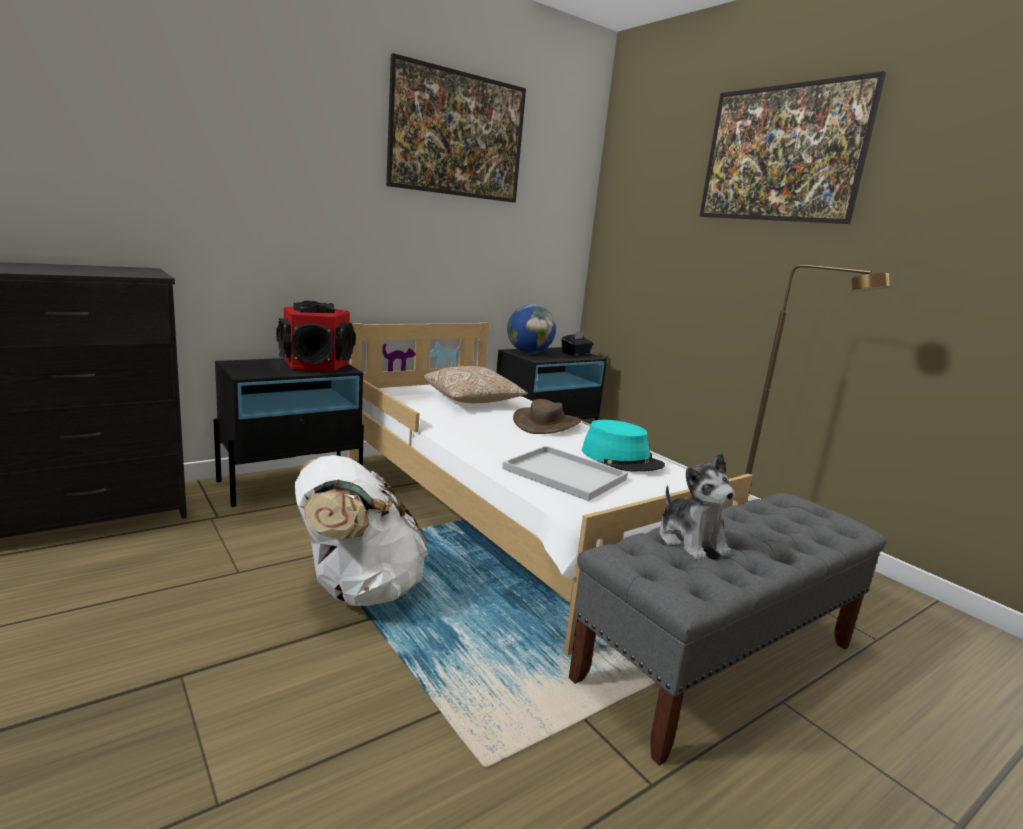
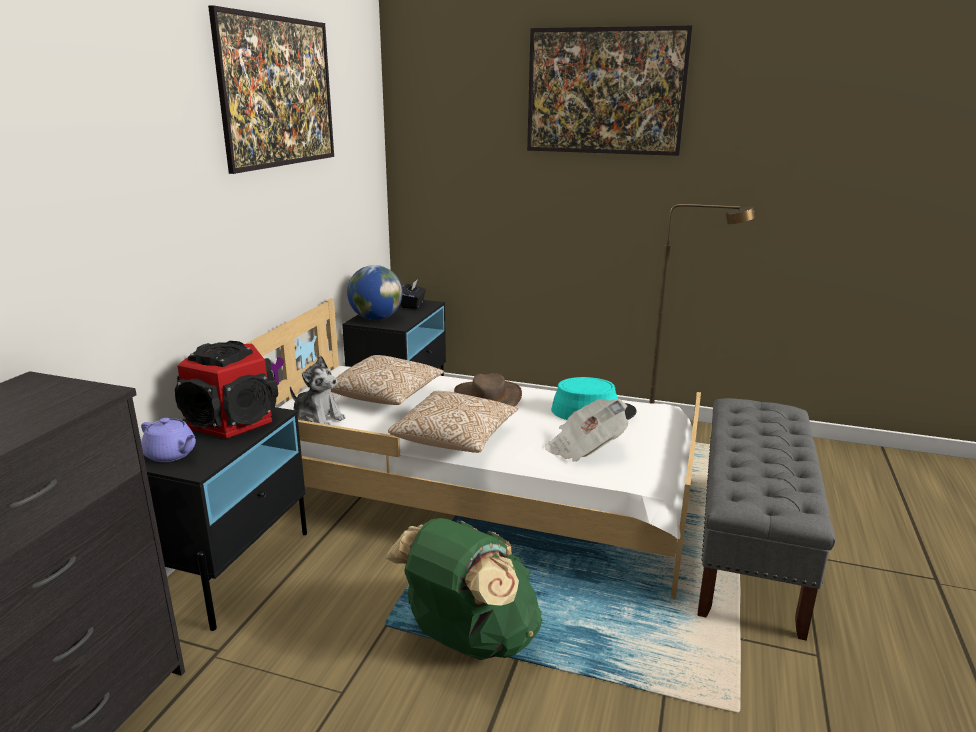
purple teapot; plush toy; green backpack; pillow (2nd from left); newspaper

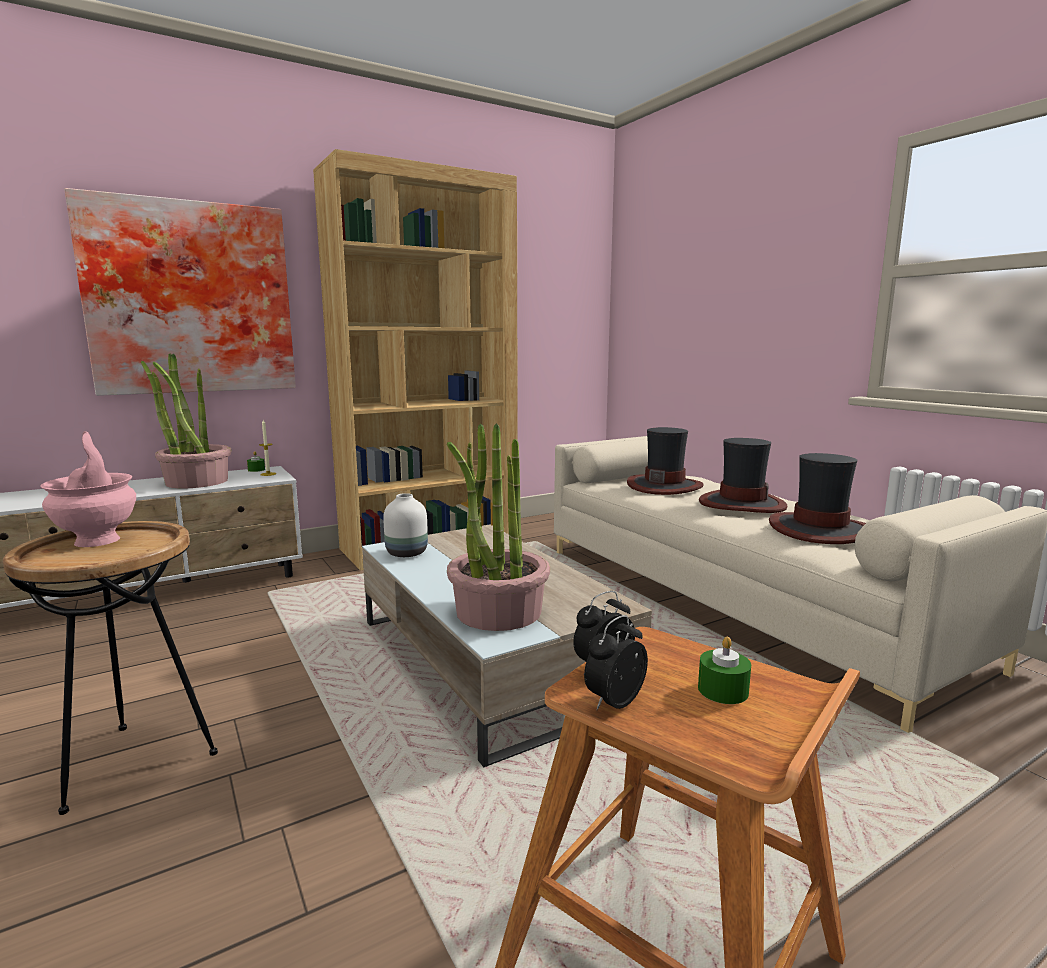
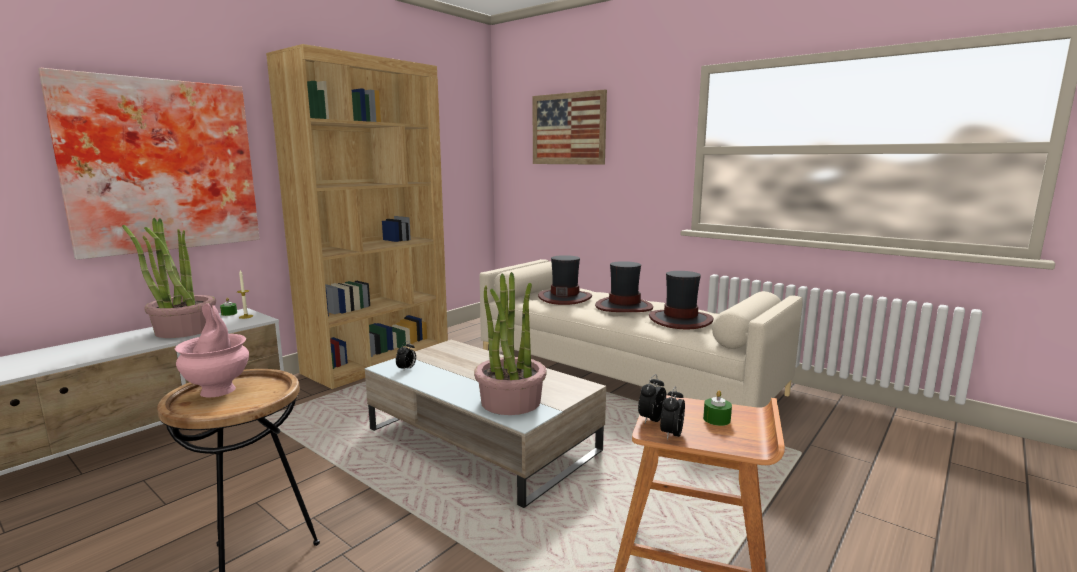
alarm clock (1st from left); picture (2nd from left)

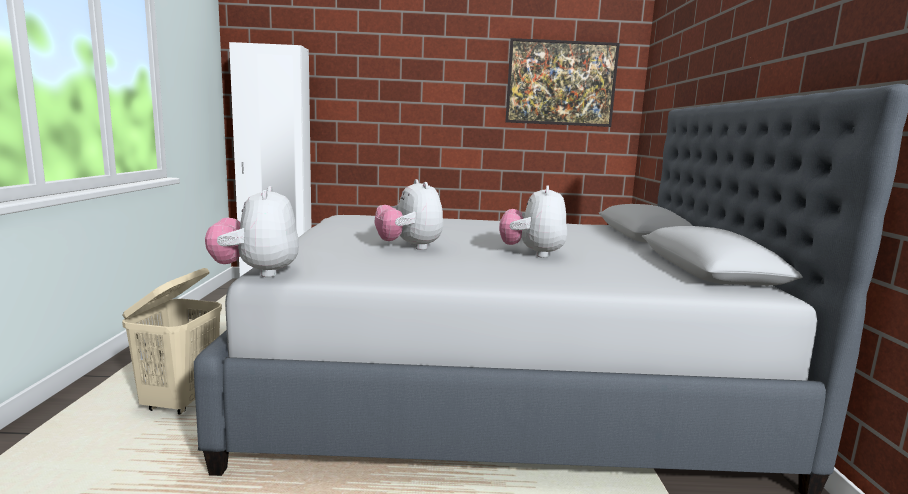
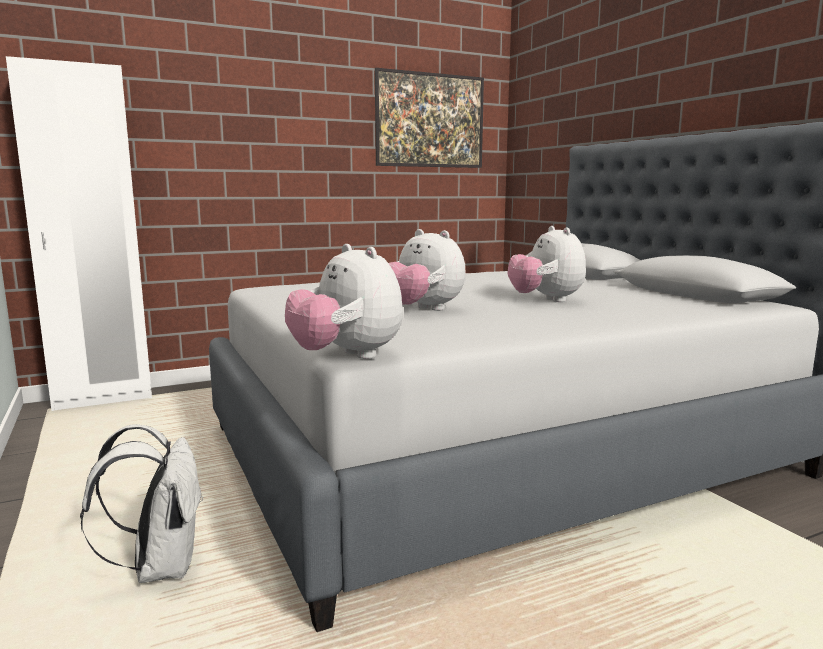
white backpack

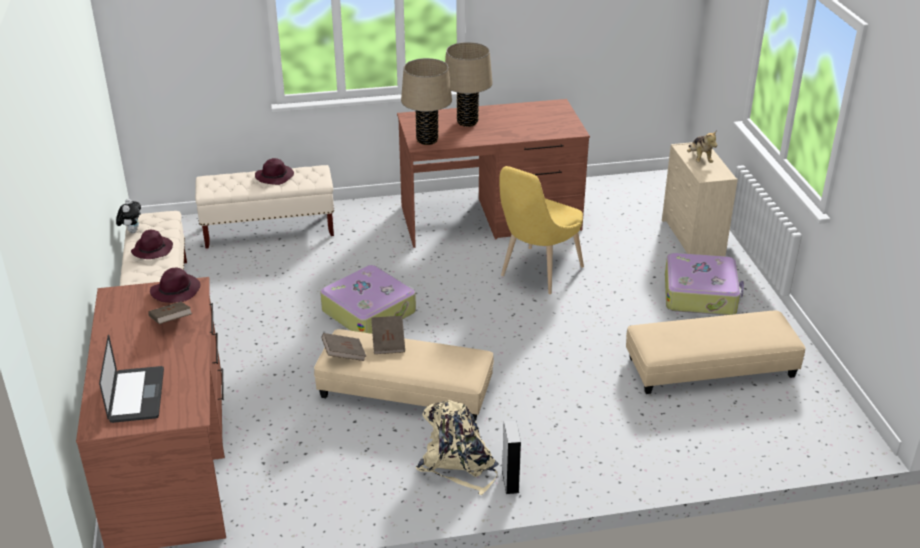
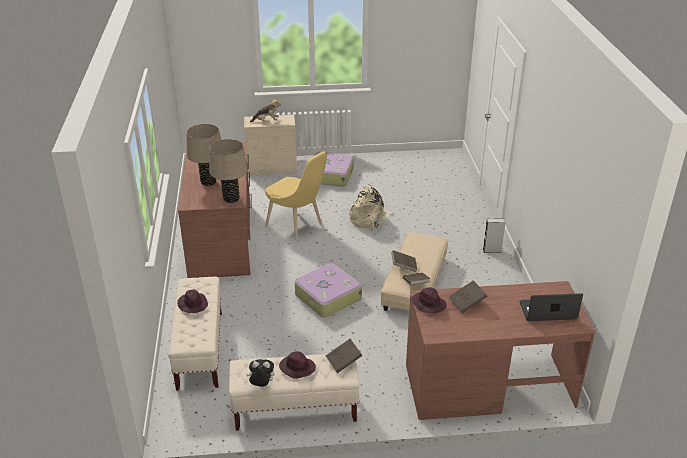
brown book (1st from left); beige backpack; beige ottoman (2nd from left in the first image)

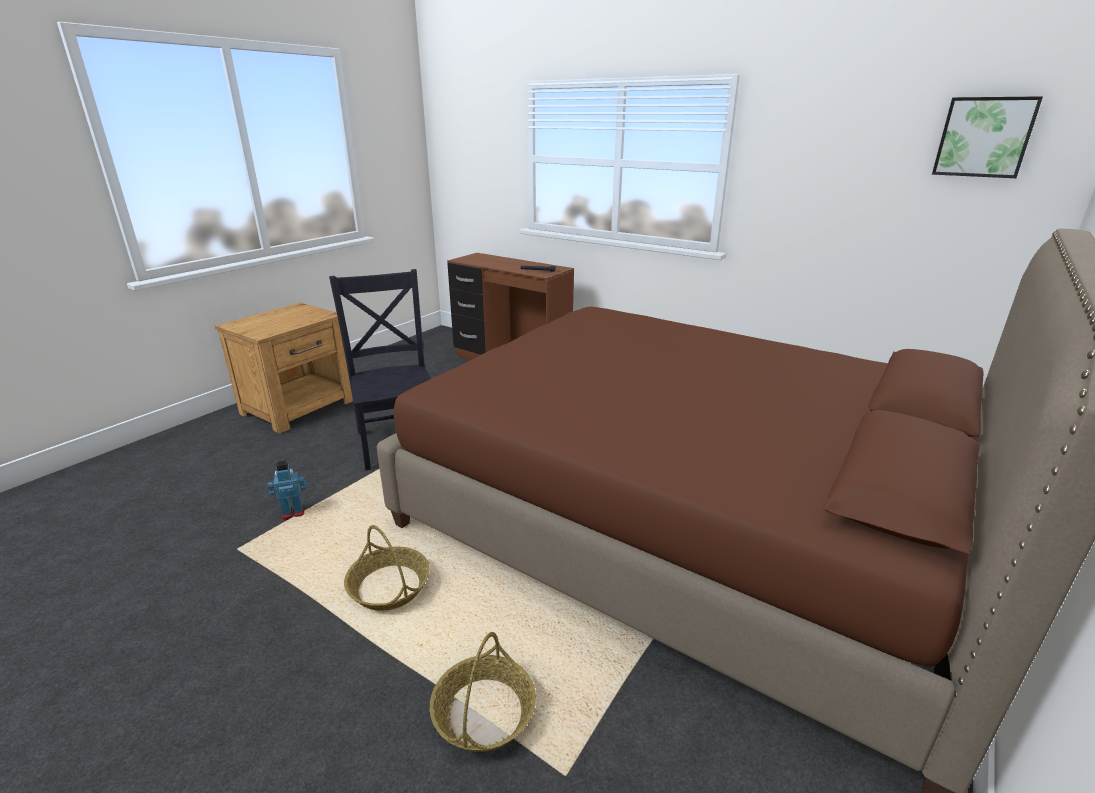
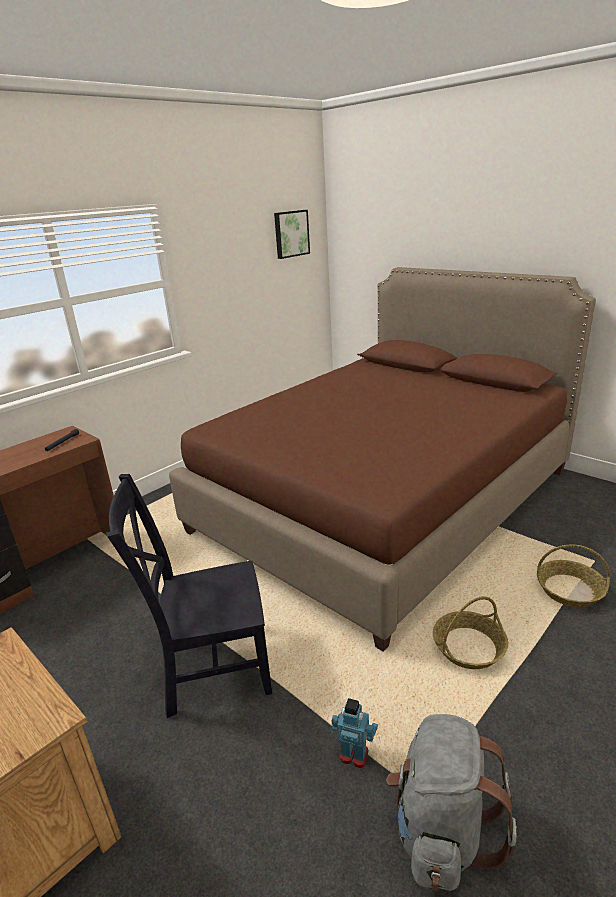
toy robot; grey backpack

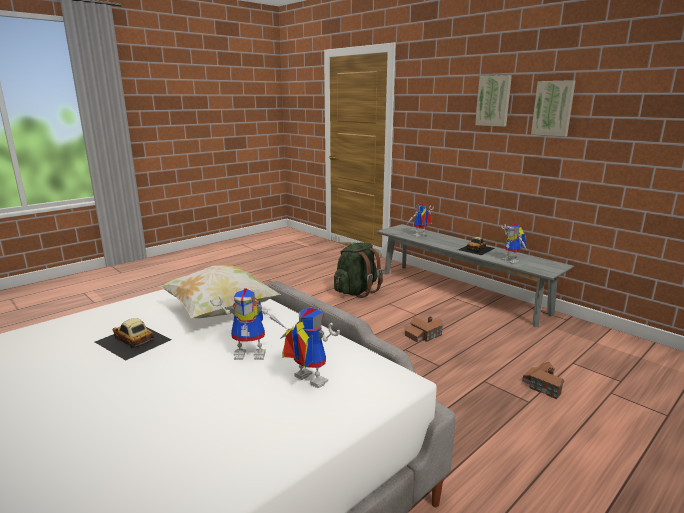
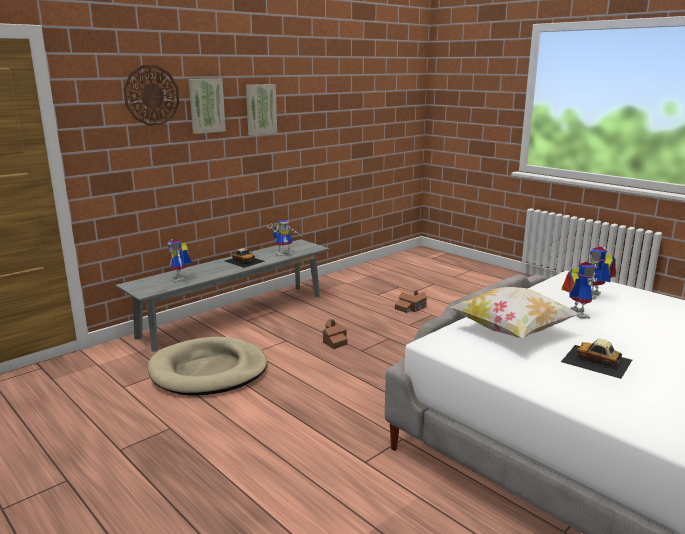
wall clock; beige dog bed; toy car (2nd from left)

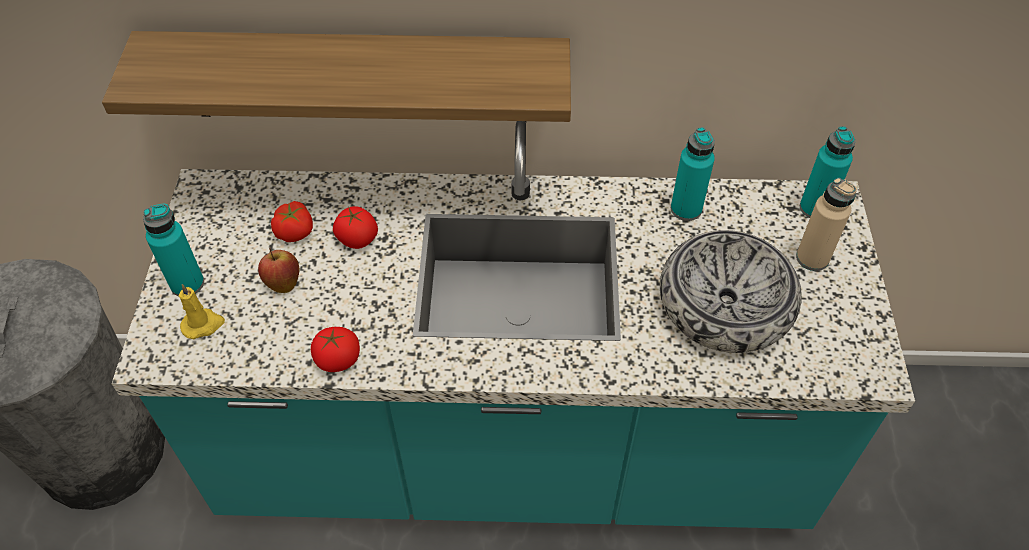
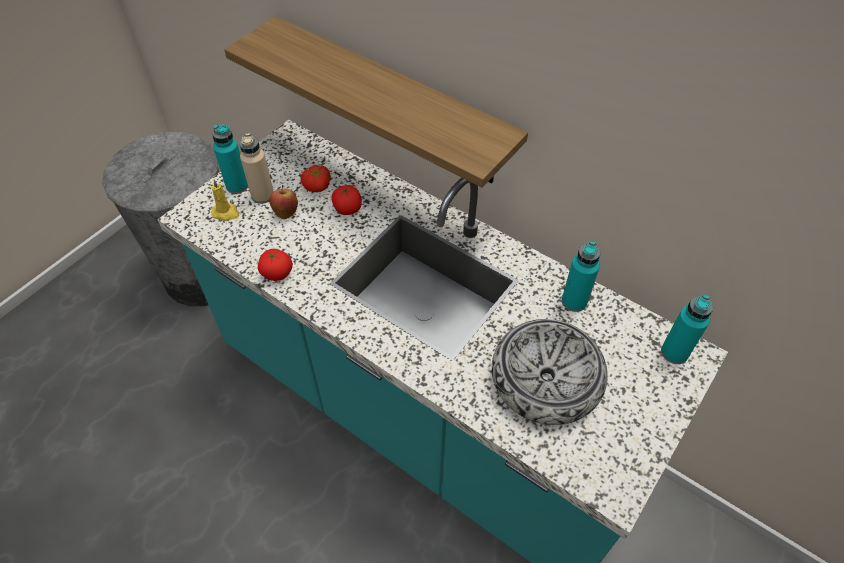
beige bottle

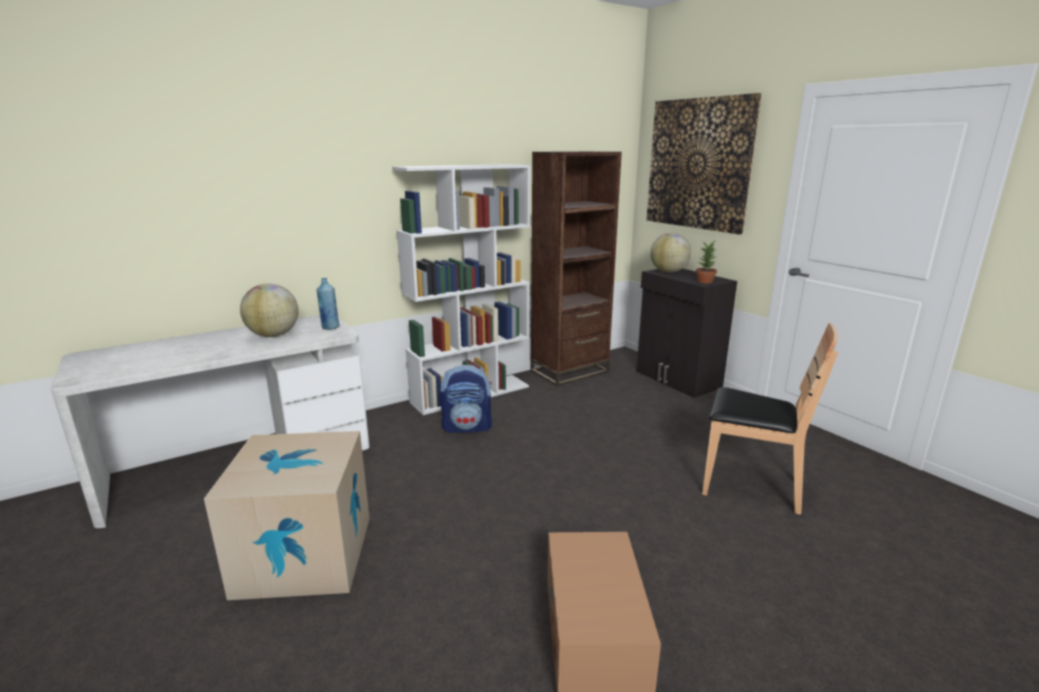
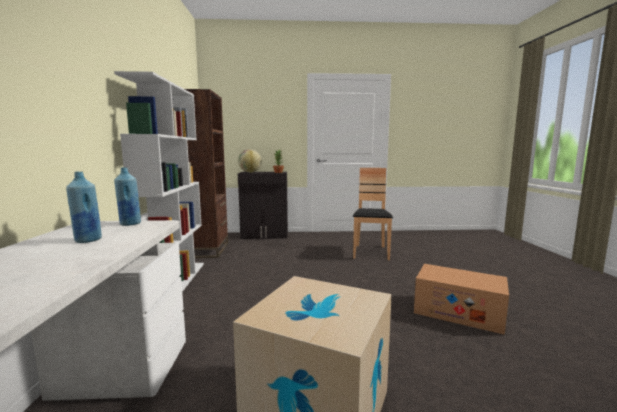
blue bottle (1st from left); brown chair; backpack; picture

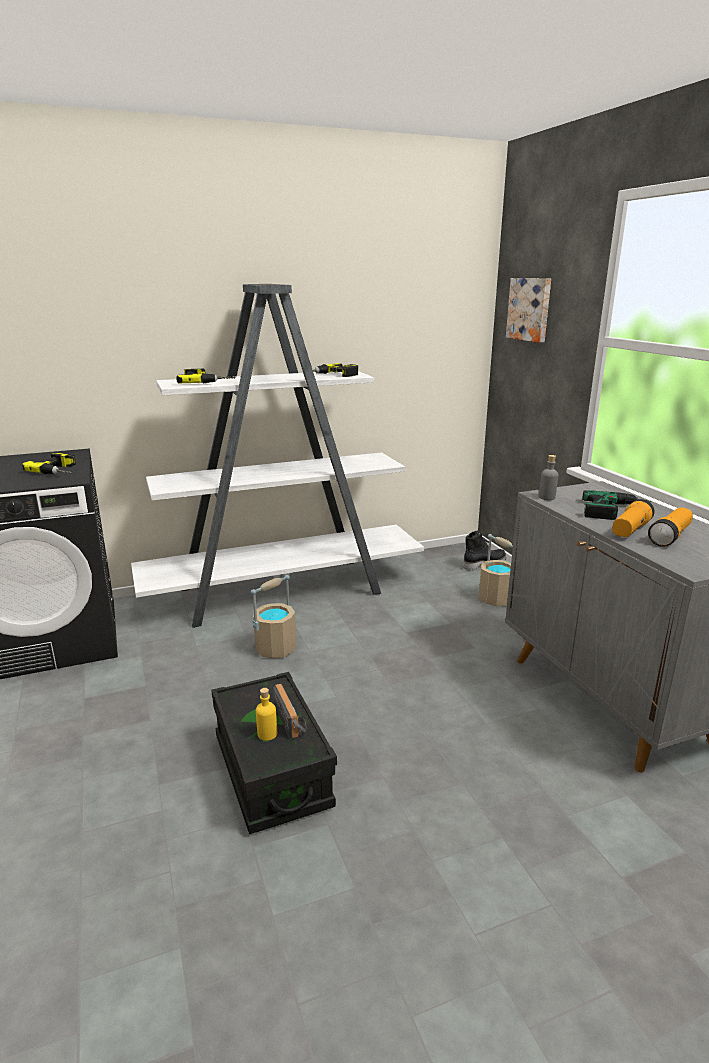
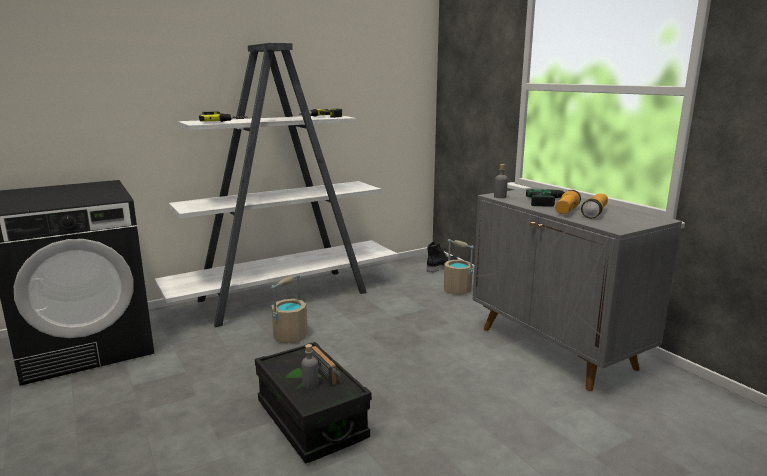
grey bottle (1st from left); power drill (1st from left in the first image); picture

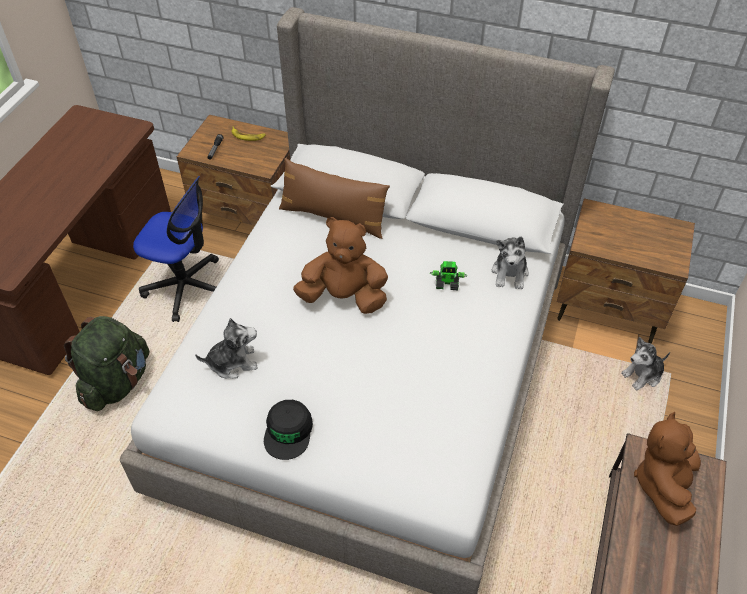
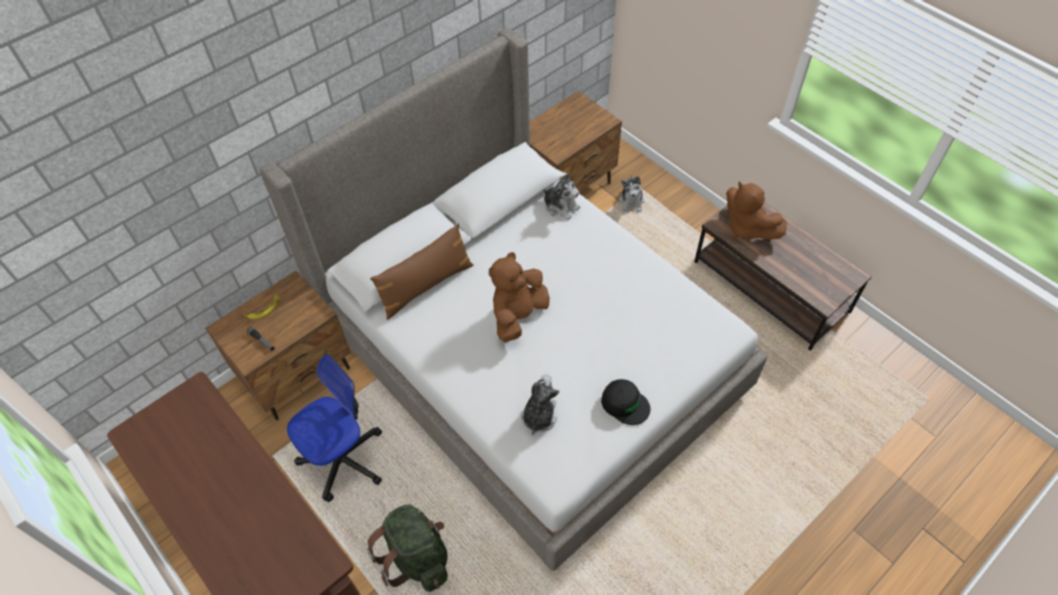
toy robot

